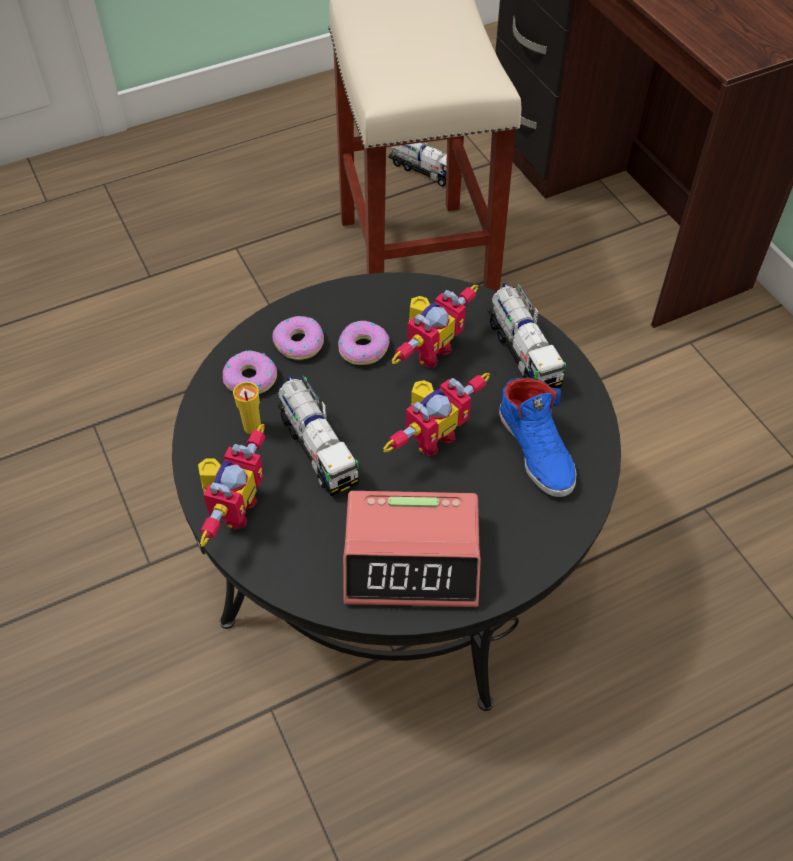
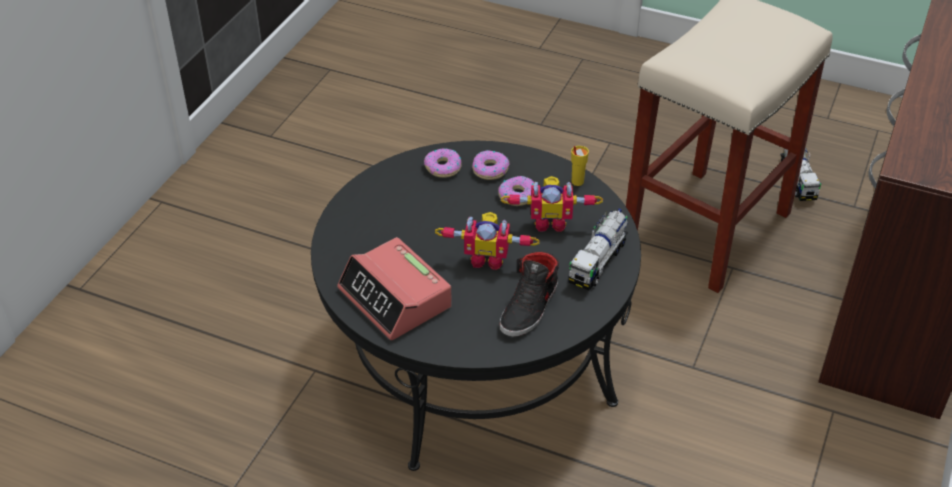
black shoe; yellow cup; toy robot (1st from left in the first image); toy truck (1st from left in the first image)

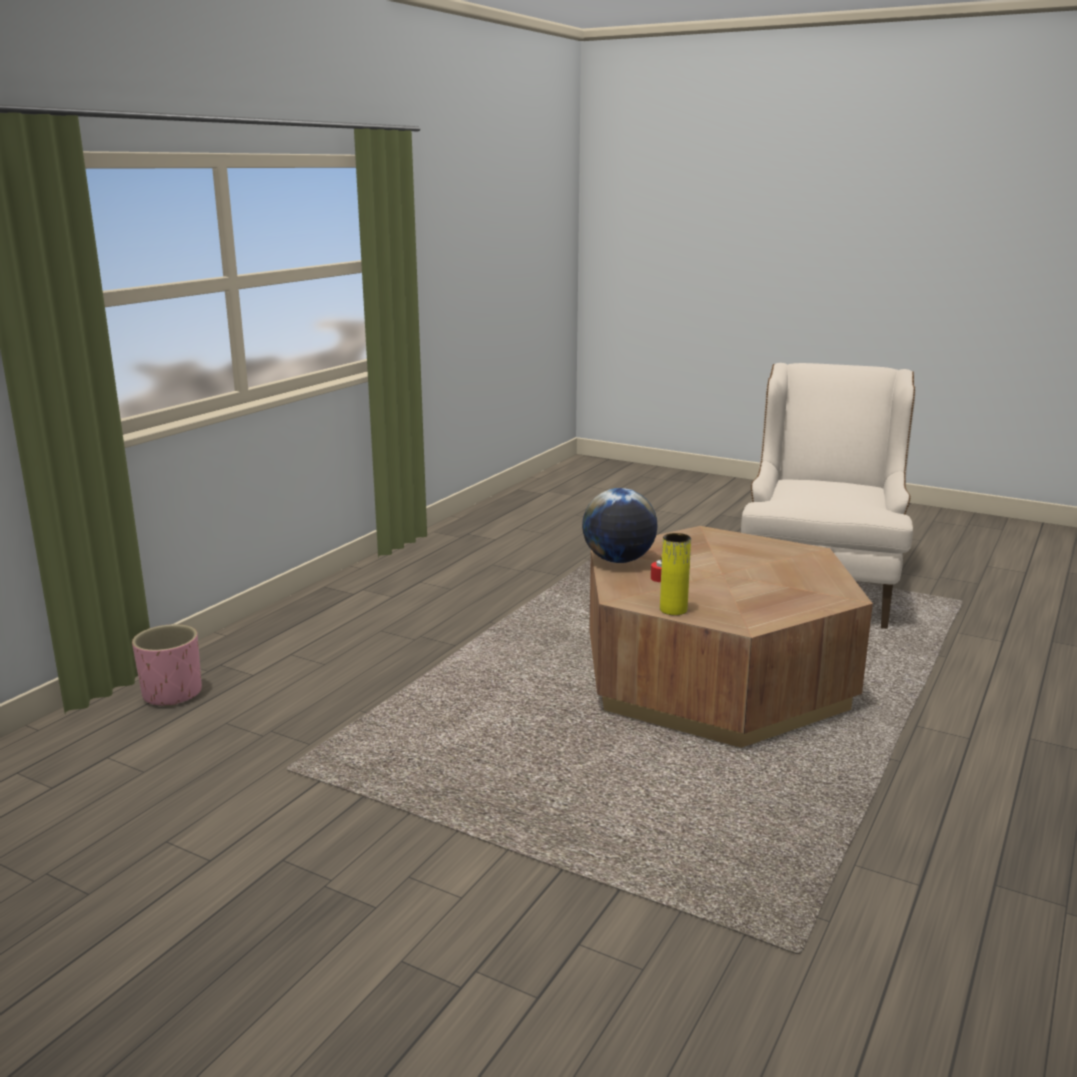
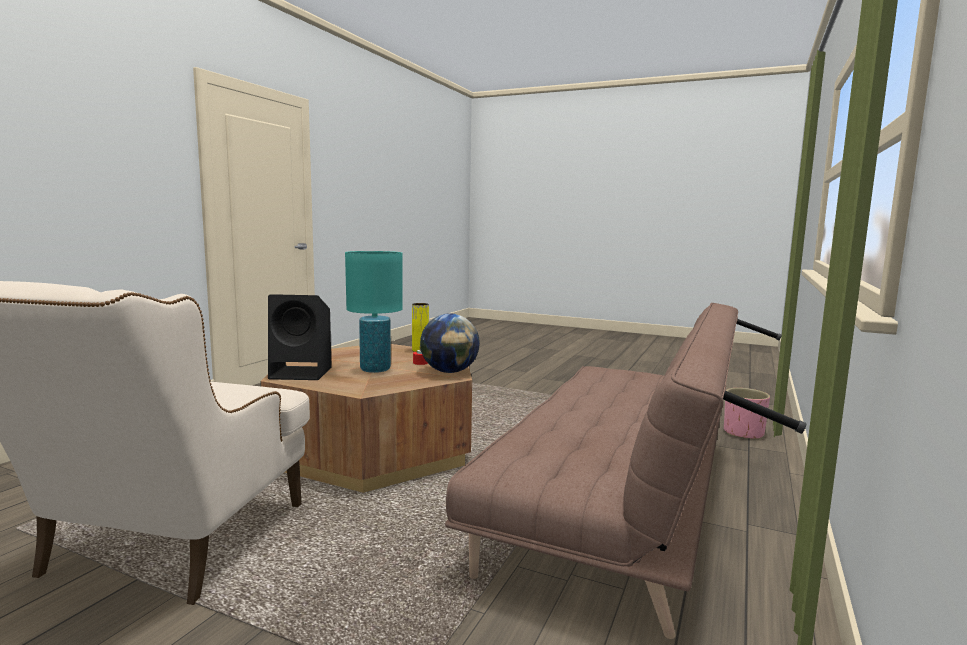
black speaker; turquoise table lamp; brown sofa

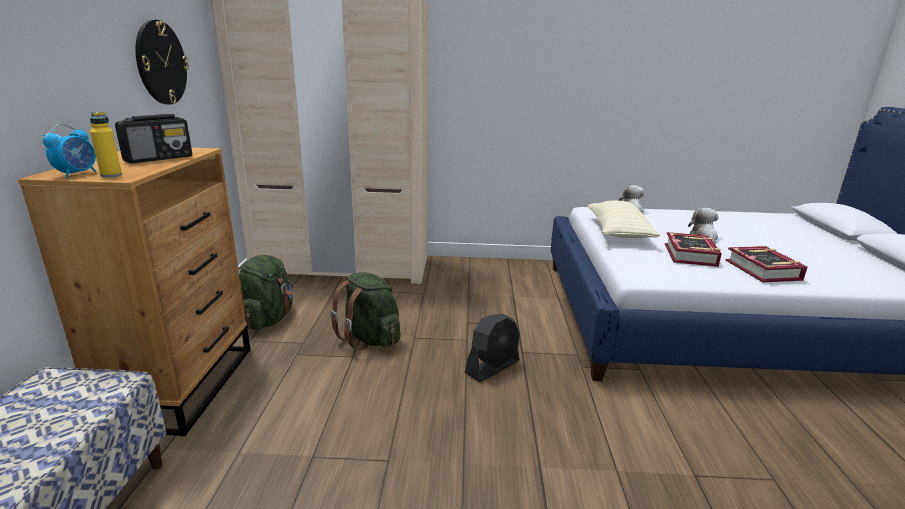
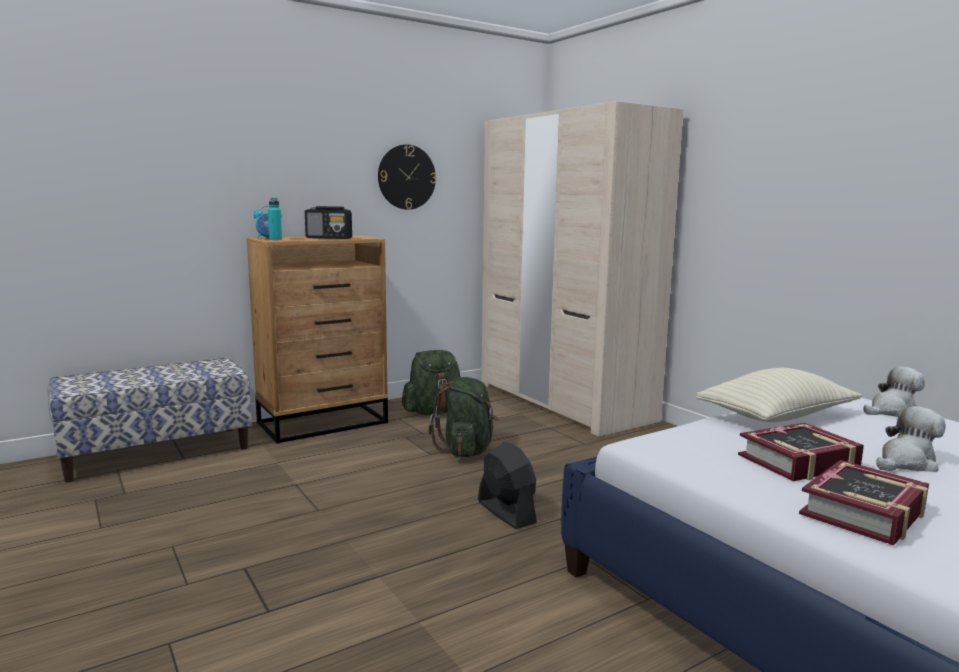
turquoise bottle; black fan

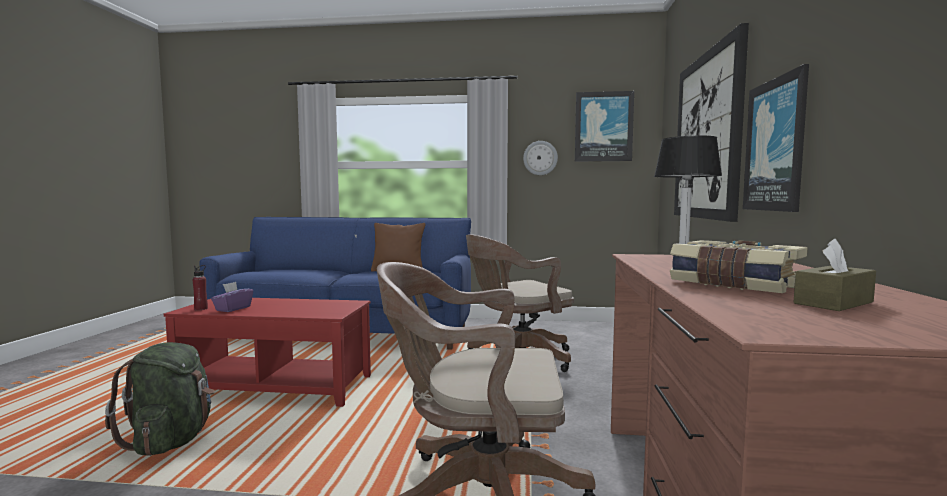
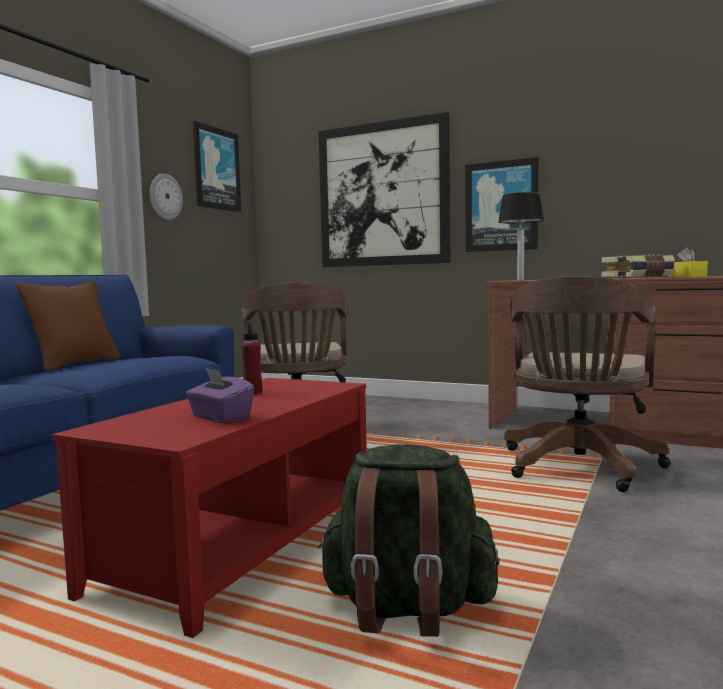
red bottle; yellow tissue box

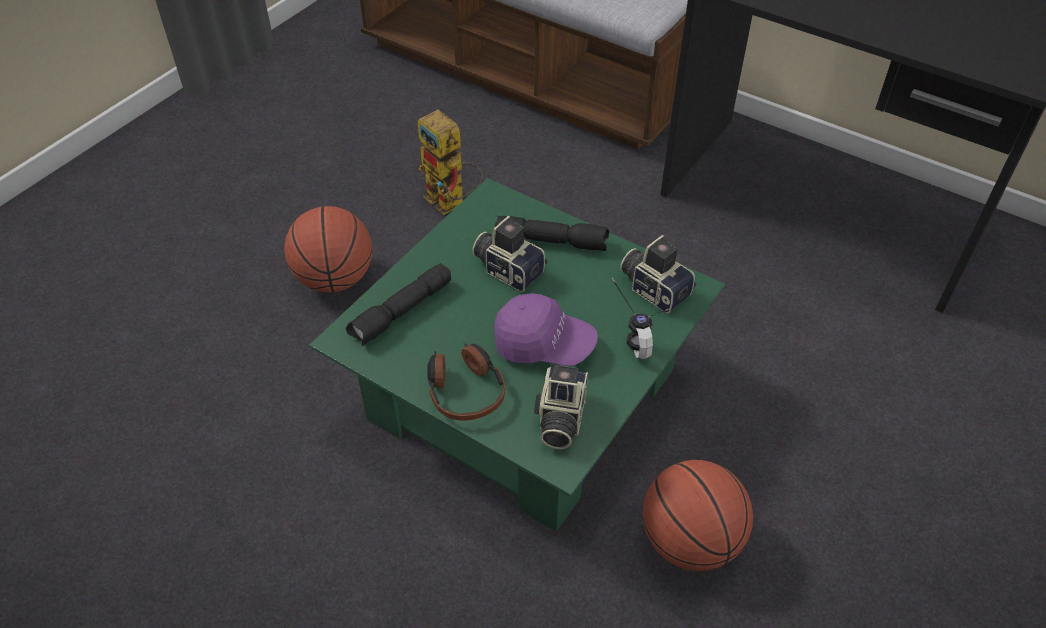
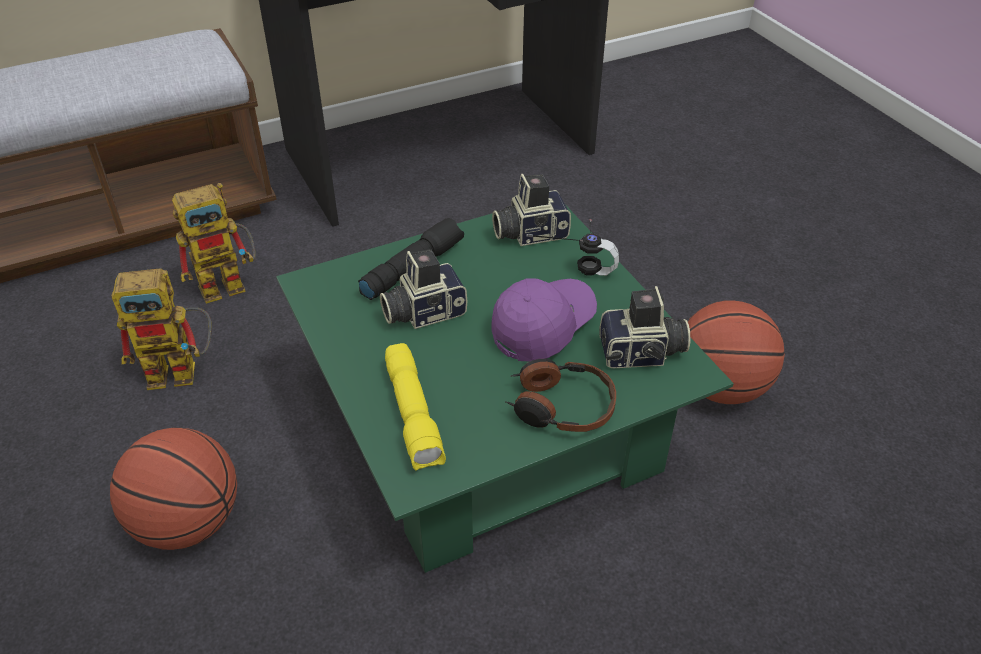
toy robot (2nd from left); yellow flashlight; photo camera (3rd from left)

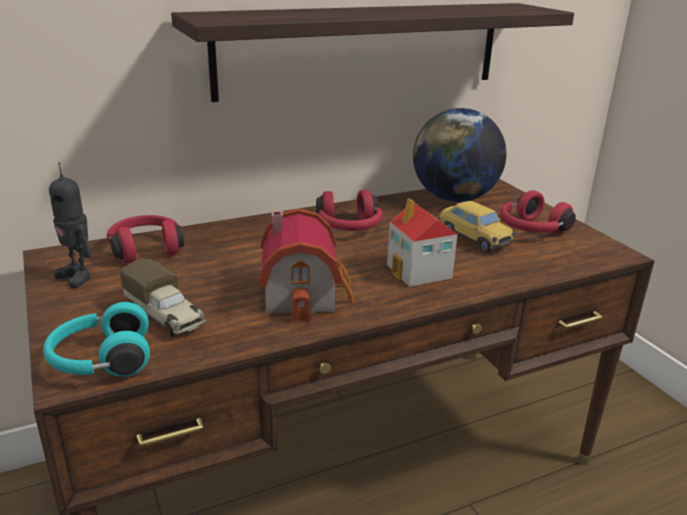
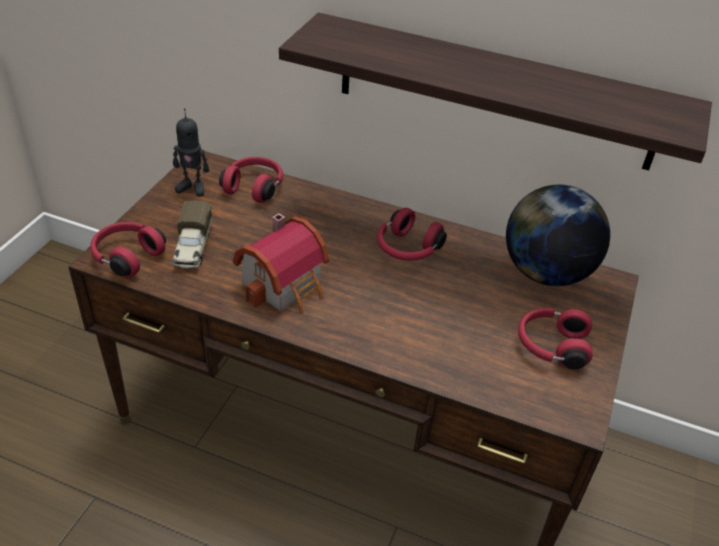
red headphones (1st from left); toy robot; toy house (2nd from left in the first image); toy car

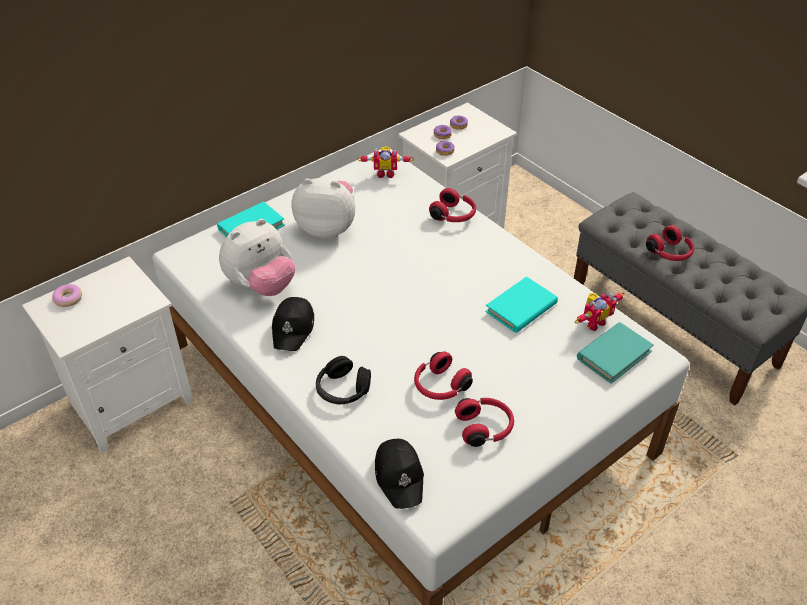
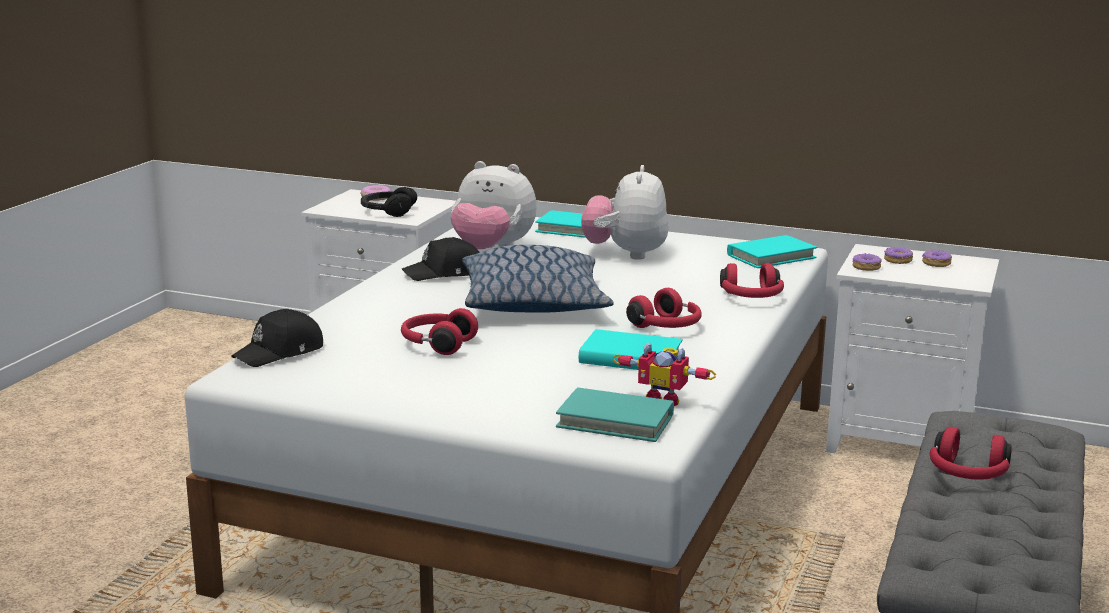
black headphones; pillow; plush toy (2nd from left); red headphones (2nd from left); turquoise book (4th from left)

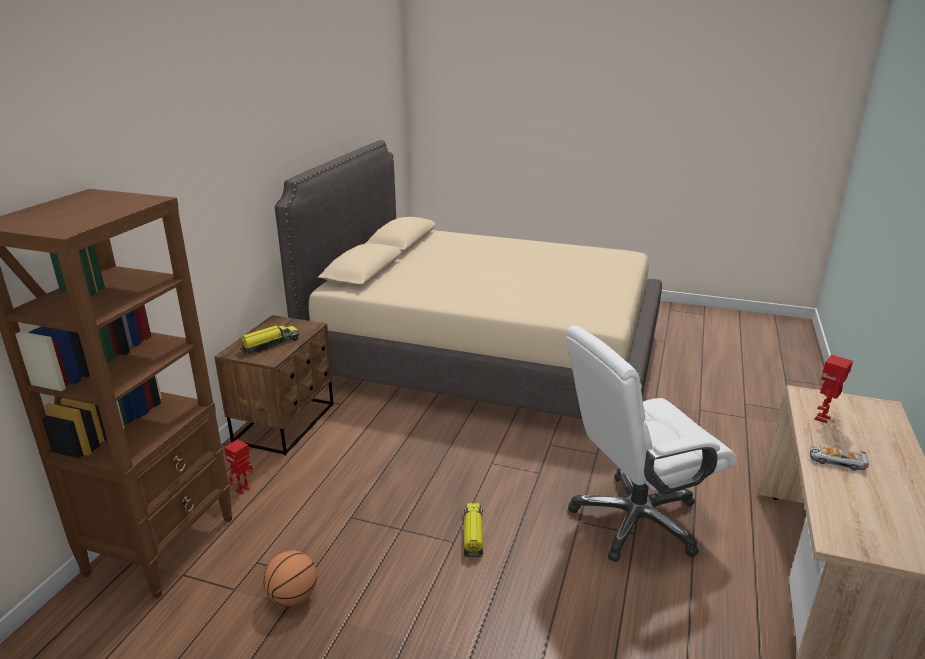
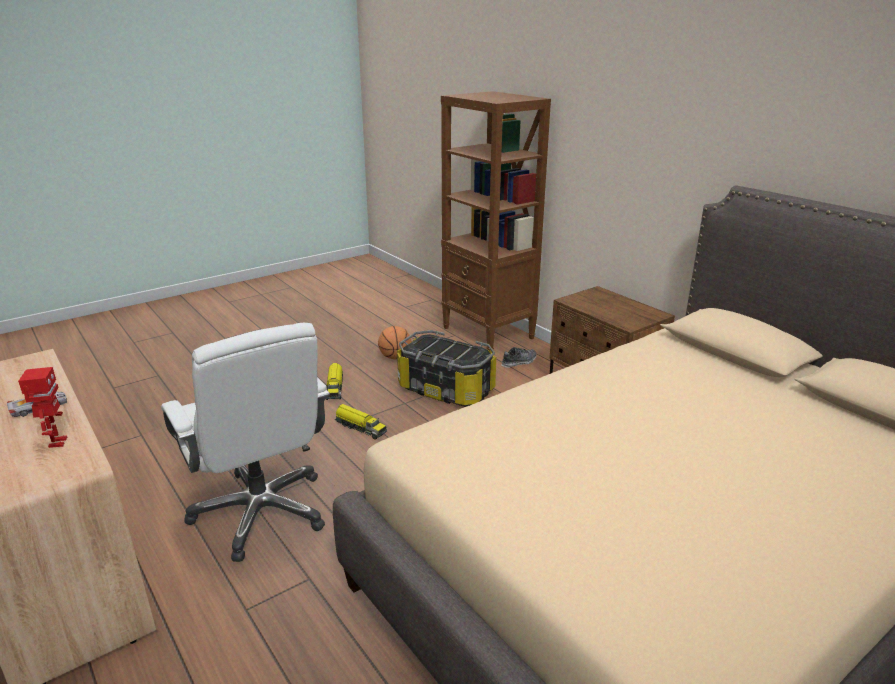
white office chair; toy truck (1st from left); storage box; shoe

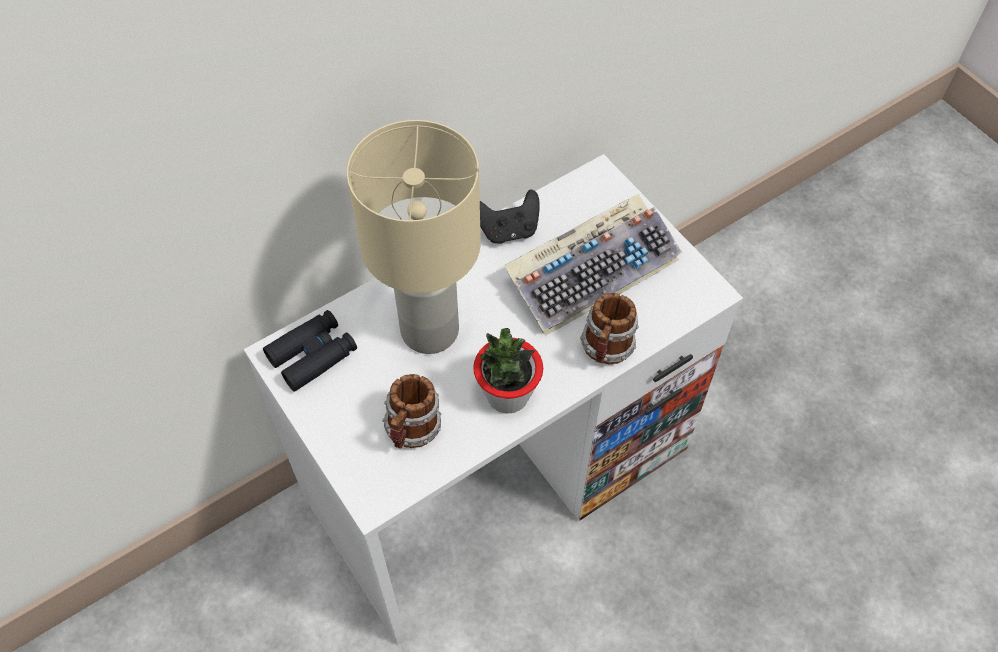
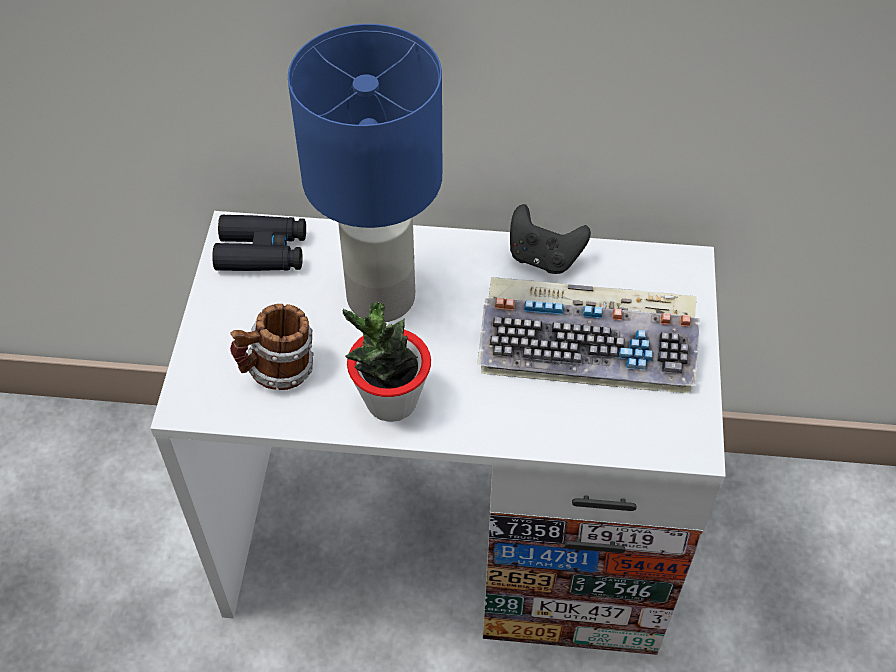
blue table lamp; mug (2nd from left in the first image)

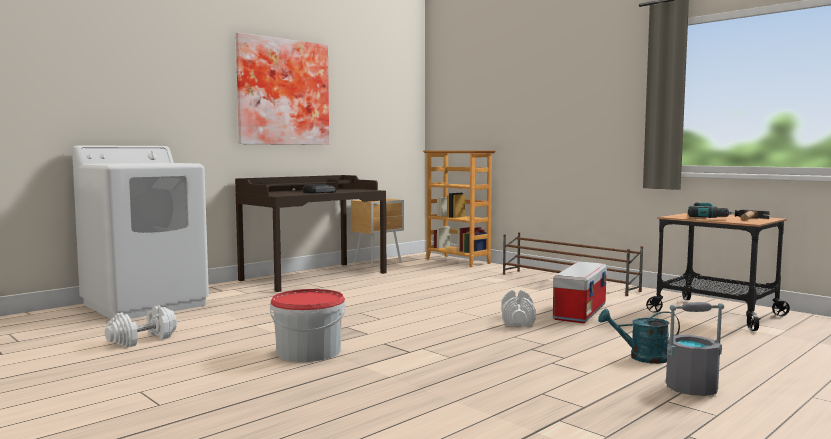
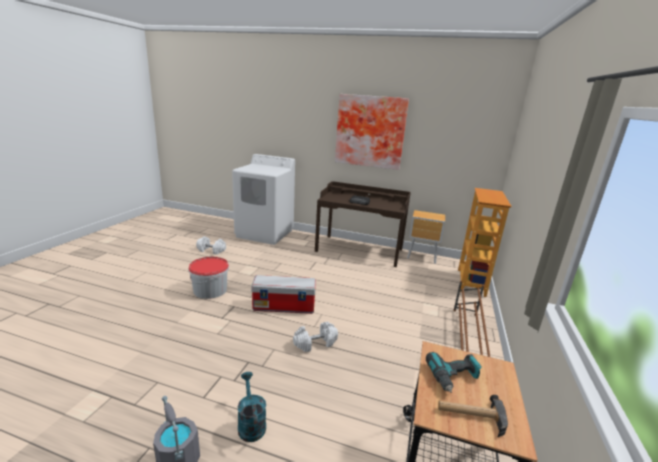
storage box

